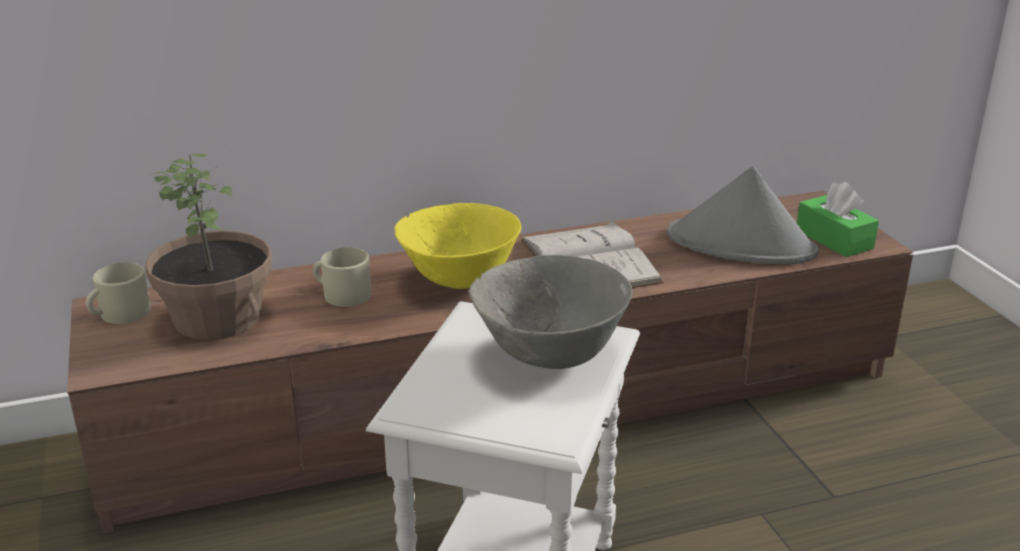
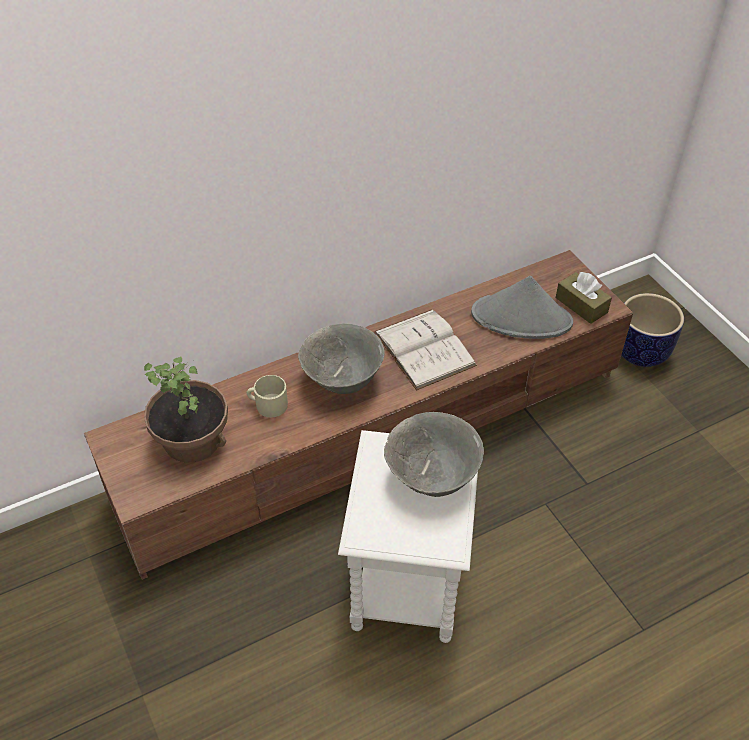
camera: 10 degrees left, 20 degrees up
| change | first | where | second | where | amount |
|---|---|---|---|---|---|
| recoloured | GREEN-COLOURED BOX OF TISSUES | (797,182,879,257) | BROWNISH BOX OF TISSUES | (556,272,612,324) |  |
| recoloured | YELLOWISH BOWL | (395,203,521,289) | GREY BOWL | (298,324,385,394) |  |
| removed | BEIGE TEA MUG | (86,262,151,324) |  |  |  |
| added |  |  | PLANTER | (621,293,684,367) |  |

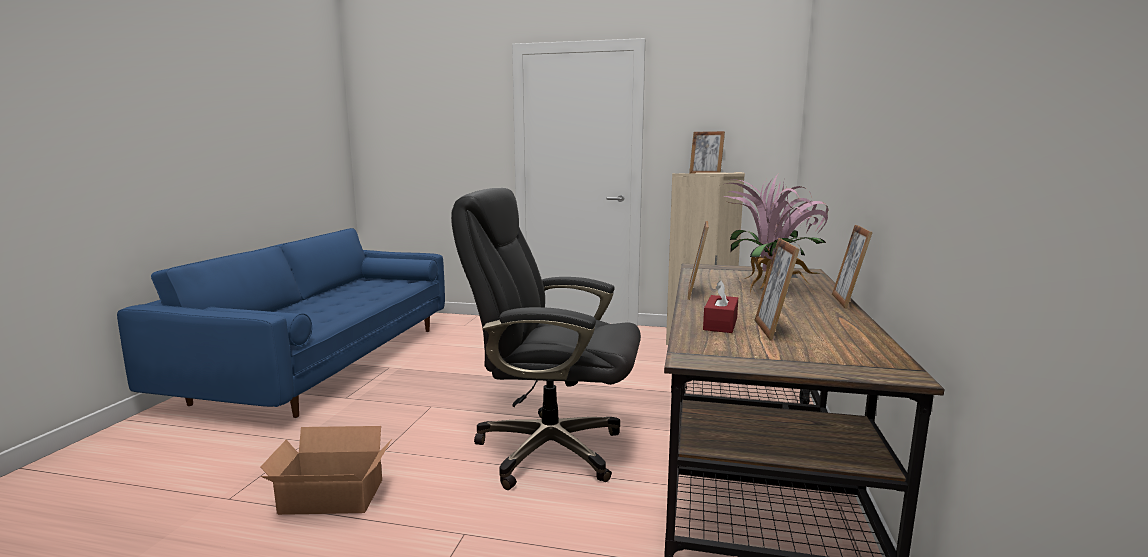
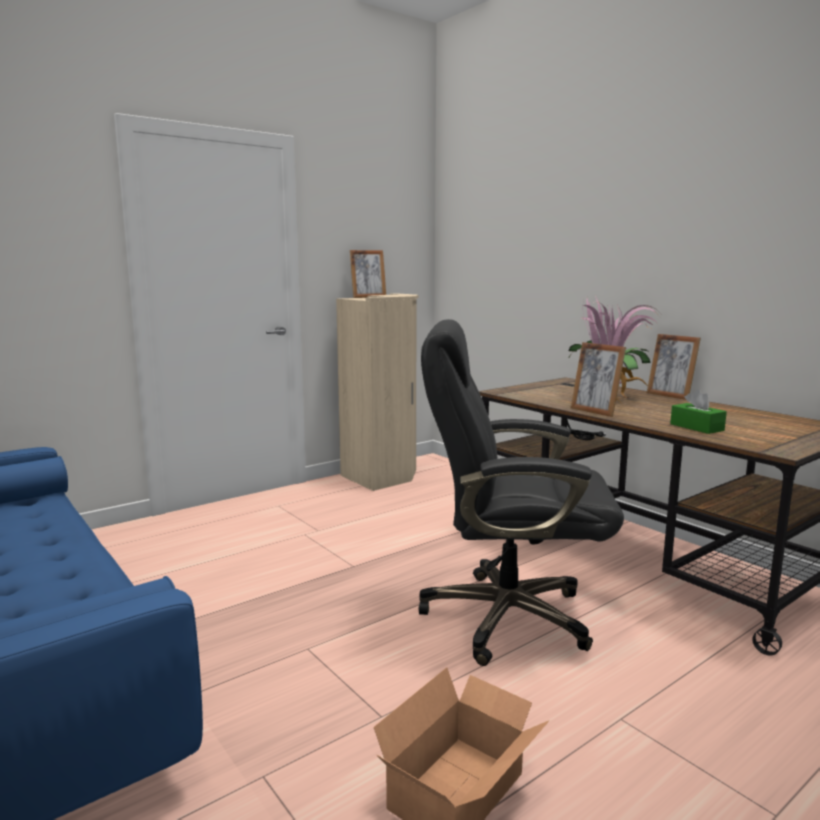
camera: 50 degrees left, 0 degrees up
| change | first | where | second | where | amount |
|---|---|---|---|---|---|
| turned | BLACKISH OFFICE CHAIR | (451,188,641,490) |  | (419,319,624,666) | 45 degrees clockwise |
| removed | PHOTO FRAME | (755,238,800,341) |  |  |  |
| recoloured | RED-COLOURED BOX OF TISSUES | (703,280,738,333) | GREEN-COLOURED BOX OF TISSUES | (670,389,727,434) |  |

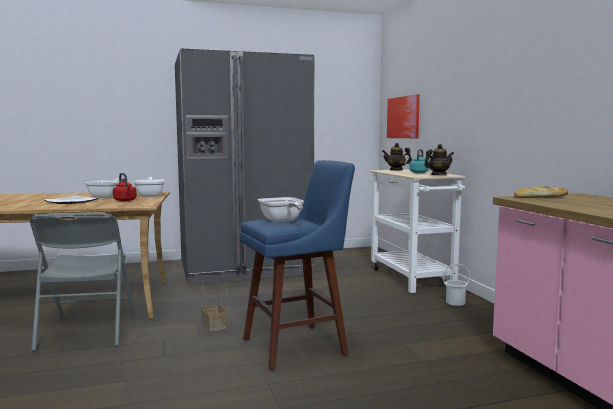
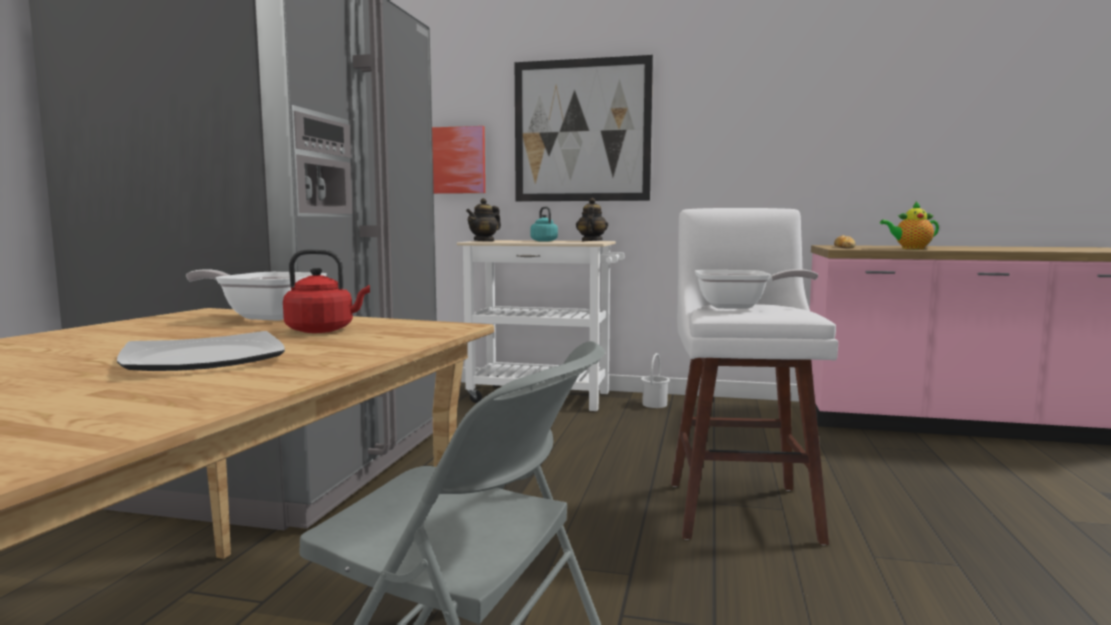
camera: 60 degrees left, 0 degrees up
| change | first | where | second | where | amount |
|---|---|---|---|---|---|
| recoloured | BLUE-COLOURED STOOL | (240,160,355,371) | WHITE-COLOURED STOOL | (671,208,838,545) |  |
| removed | PAN | (85,178,125,198) |  |  |  |
| removed | BASKET | (201,281,227,332) |  |  |  |
| added |  |  | WALL PICTURE | (515,55,653,201) |  |
| added |  |  | TEA POT | (880,201,939,249) |  |

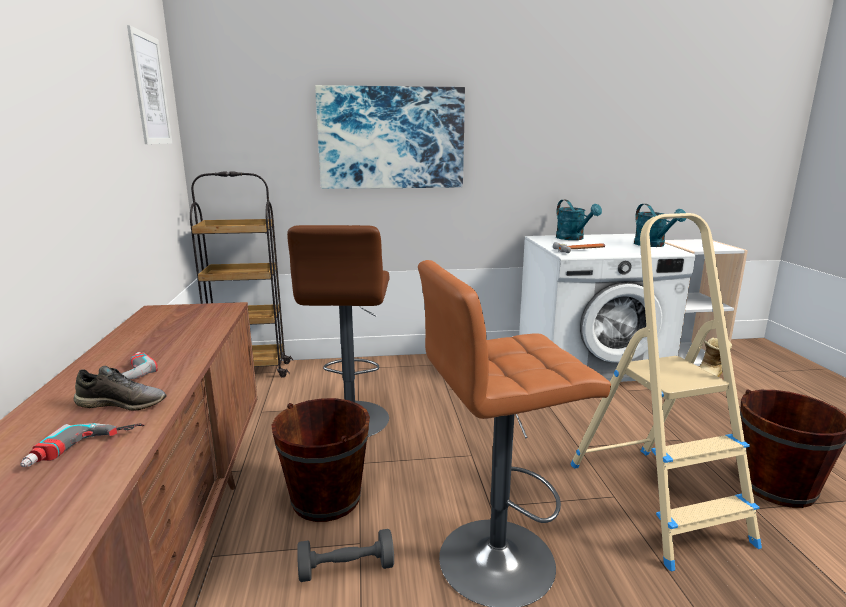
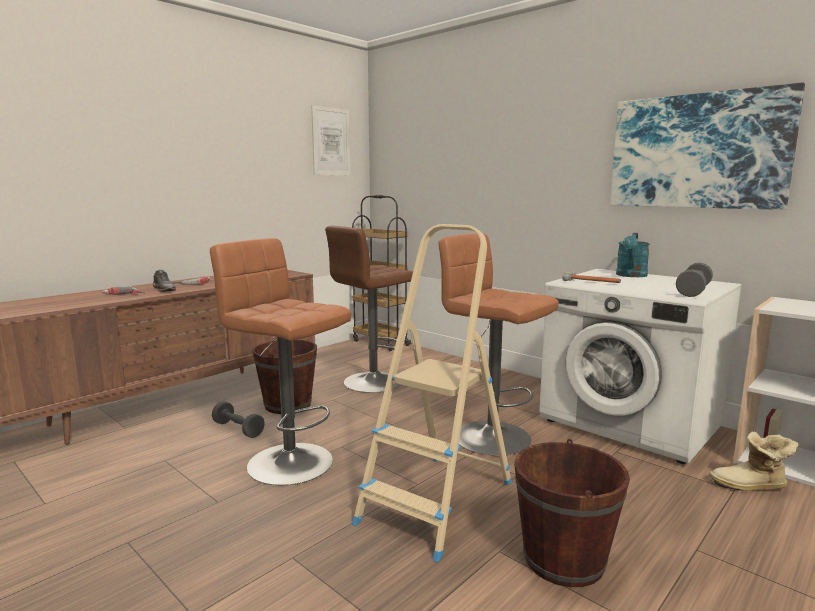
camera: 50 degrees right, 5 degrees down
| change | first | where | second | where | amount |
|---|---|---|---|---|---|
| moved | WALL PICTURE | (315,85,465,189) |  | (610,82,805,210) |  |
| replaced | TURQUOISE-COLOURED WATERING POT | (634,204,686,247) | GREY HAND WEIGHT | (676,263,713,297) |  |
| added |  |  | BROWNISH STOOL | (438,233,559,456) |  |

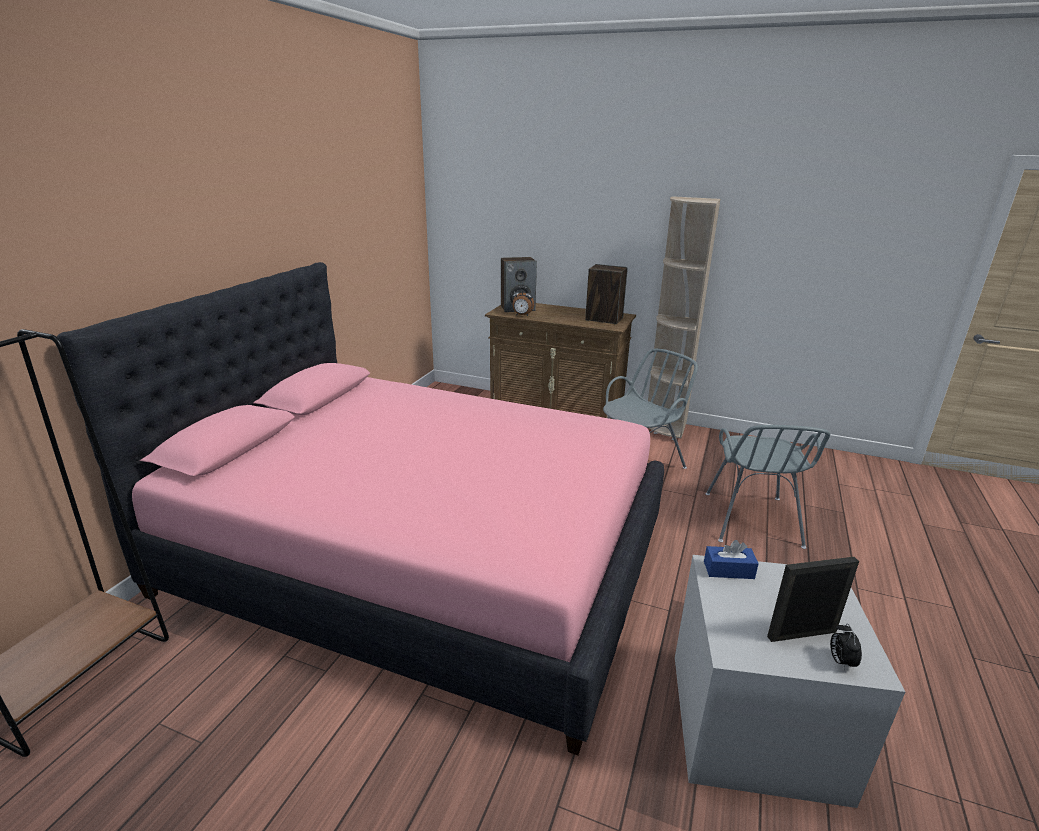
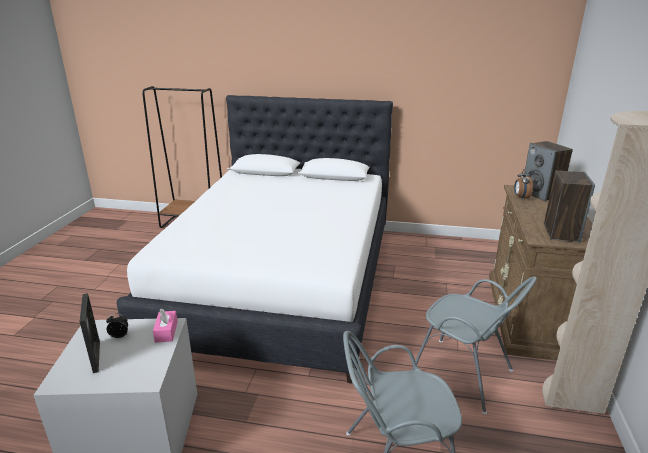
camera: 80 degrees right, 0 degrees up
| change | first | where | second | where | amount |
|---|---|---|---|---|---|
| recoloured | PINK SLEEPING BED | (57,262,664,755) | WHITE-COLOURED SLEEPING BED | (117,95,393,384) |  |
| recoloured | BLUE-COLOURED BOX OF TISSUES | (704,540,759,579) | PINK BOX OF TISSUES | (153,309,178,343) |  |
| moved | TABLE CLOCK | (830,623,862,671) |  | (106,314,128,338) |  |

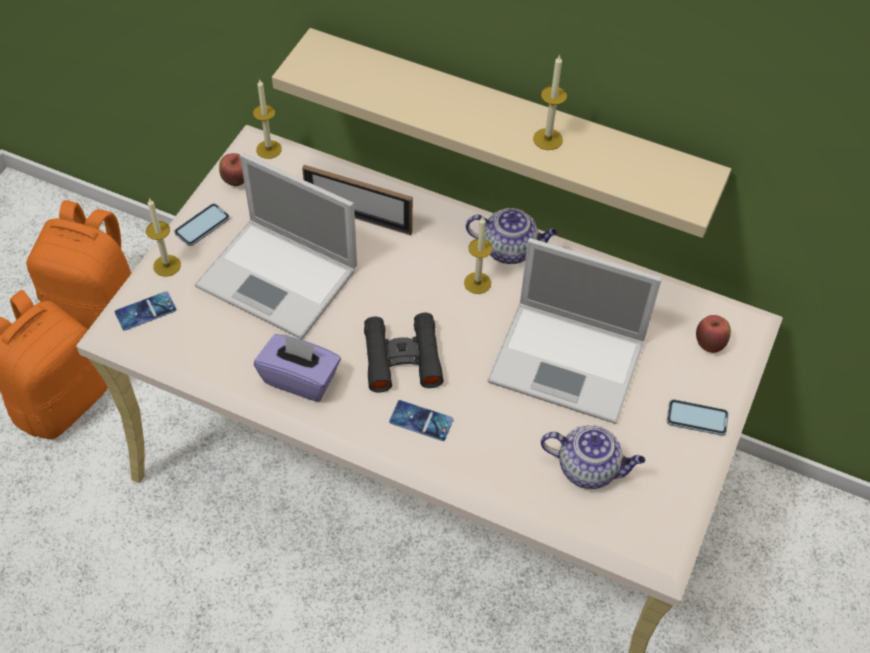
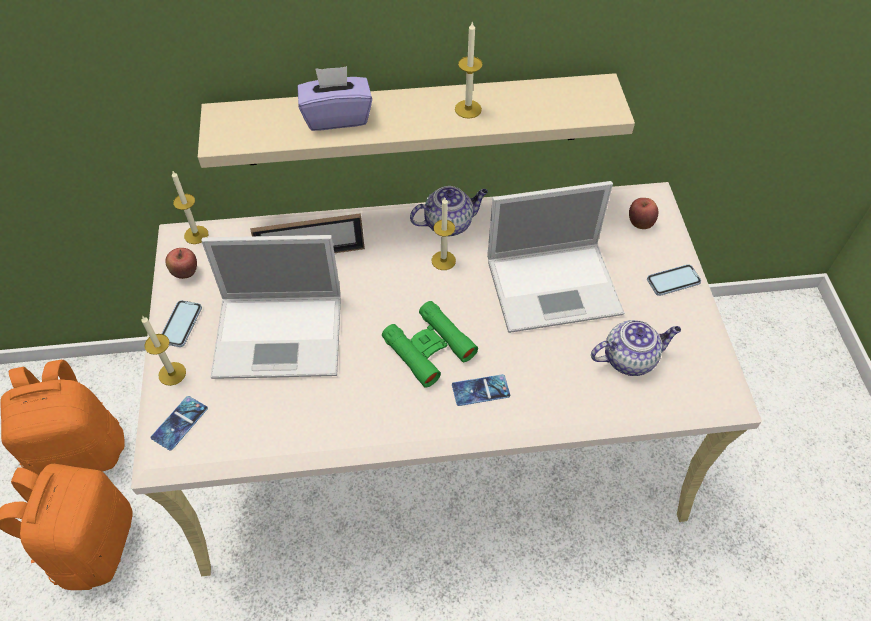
camera: 30 degrees left, 0 degrees up
| change | first | where | second | where | amount |
|---|---|---|---|---|---|
| recoloured | BLACKISH PAIR OF BINOCULARS | (364,313,444,392) | GREEN-COLOURED PAIR OF BINOCULARS | (382,301,478,387) |  |
| moved | PURPLISH BOX OF TISSUES | (254,334,341,402) |  | (298,66,372,131) |  |

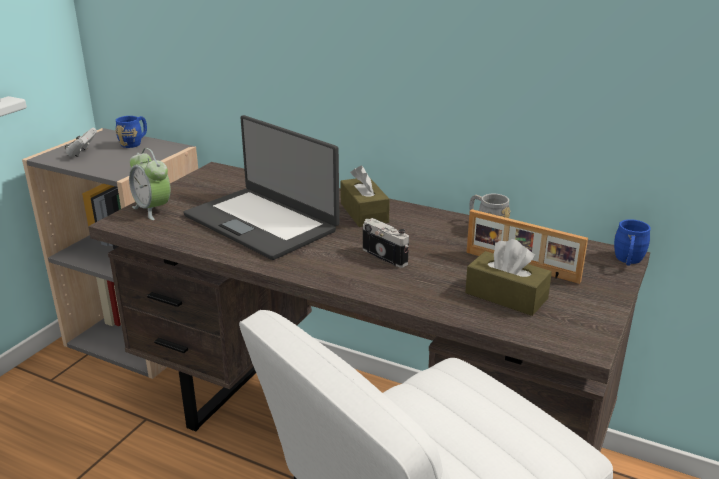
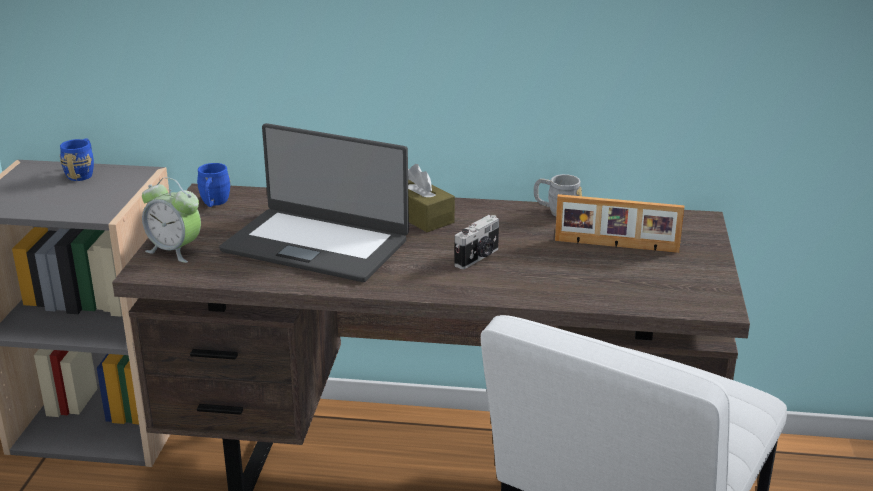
camera: 20 degrees left, 0 degrees up
| change | first | where | second | where | amount |
|---|---|---|---|---|---|
| removed | WHITE-COLOURED GAMEPAD | (65,128,97,157) |  |  |  |
| turned | PHOTO CAMERA | (363,218,409,268) |  | (454,215,499,269) | 105 degrees clockwise |
| moved | BLUE-COLOURED TEA MUG | (614,219,651,266) |  | (197,163,230,207) |  |
| removed | BROWNISH BOX OF TISSUES | (465,239,552,316) |  |  |  |

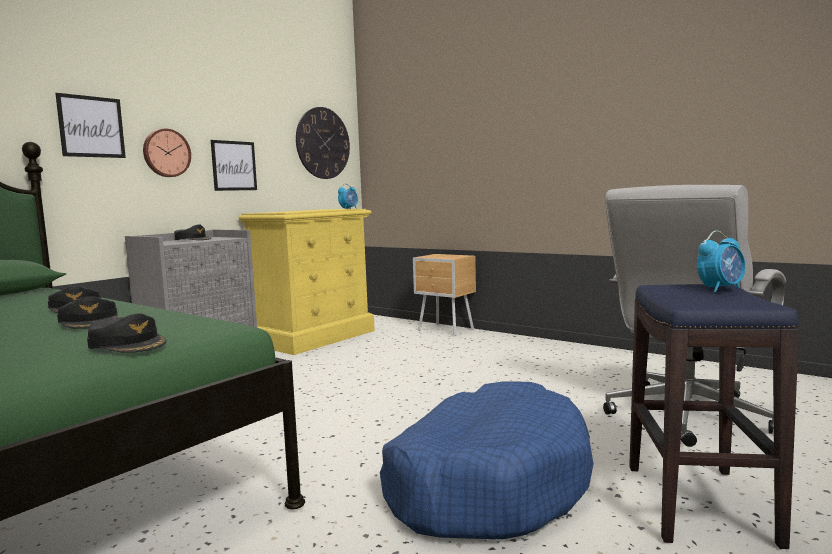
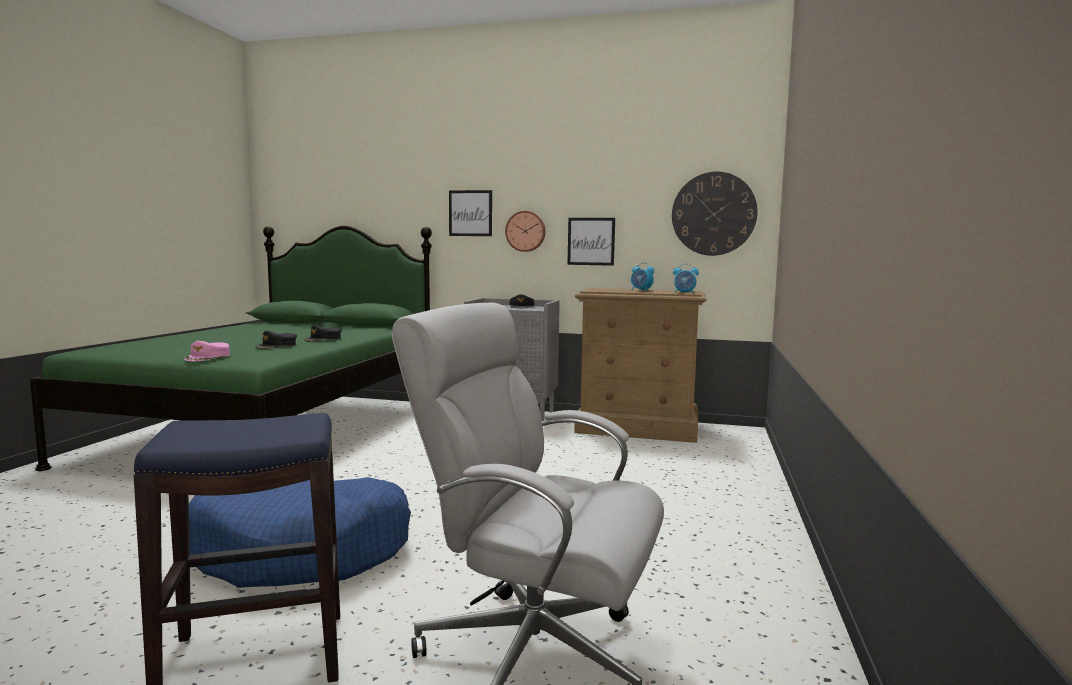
camera: 65 degrees right, 0 degrees up
| change | first | where | second | where | amount |
|---|---|---|---|---|---|
| recoloured | YELLOWISH DRAWER CHEST | (238,209,375,355) | BROWNISH DRAWER CHEST | (574,288,707,443) |  |
| moved | TABLE CLOCK | (697,230,745,292) |  | (631,263,654,291) |  |
| removed | BROWNISH BEDSIDE TABLE | (413,254,476,336) |  |  |  |
| recoloured | BLACKISH BASEBALL CAP | (87,313,167,353) | PINK BASEBALL CAP | (184,341,230,361) |  |

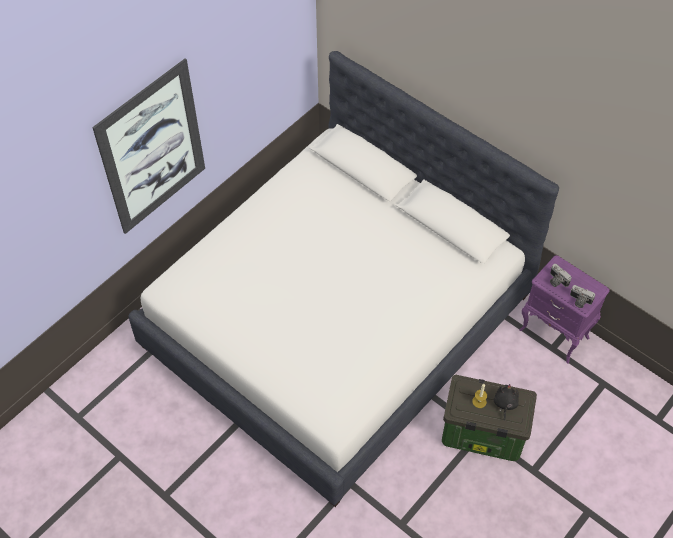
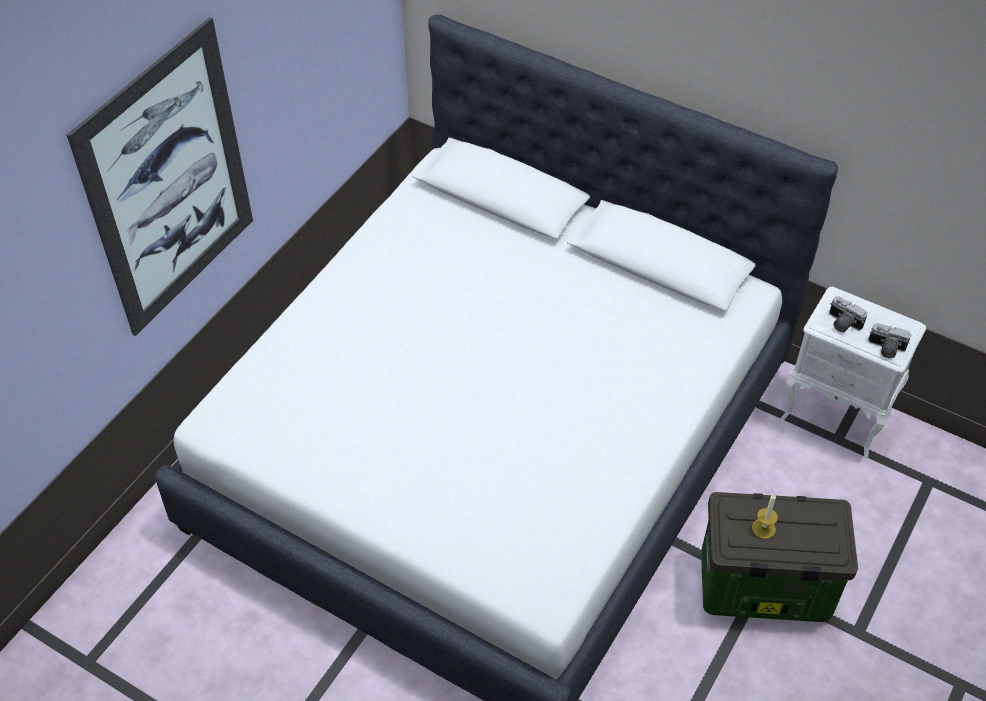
camera: 10 degrees left, 5 degrees down
| change | first | where | second | where | amount |
|---|---|---|---|---|---|
| recoloured | PURPLISH BEDSIDE TABLE | (519,255,610,363) | WHITE-COLOURED BEDSIDE TABLE | (780,287,926,459) |  |
| removed | BLACKISH SOFT TOY | (494,384,519,421) |  |  |  |

